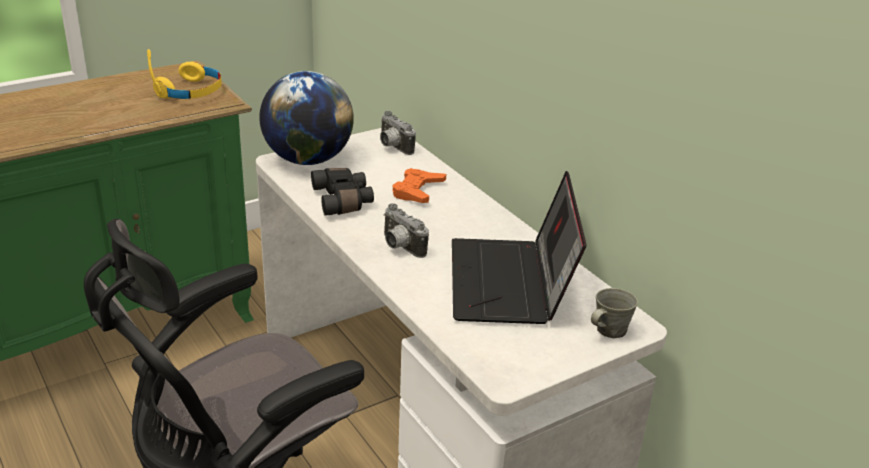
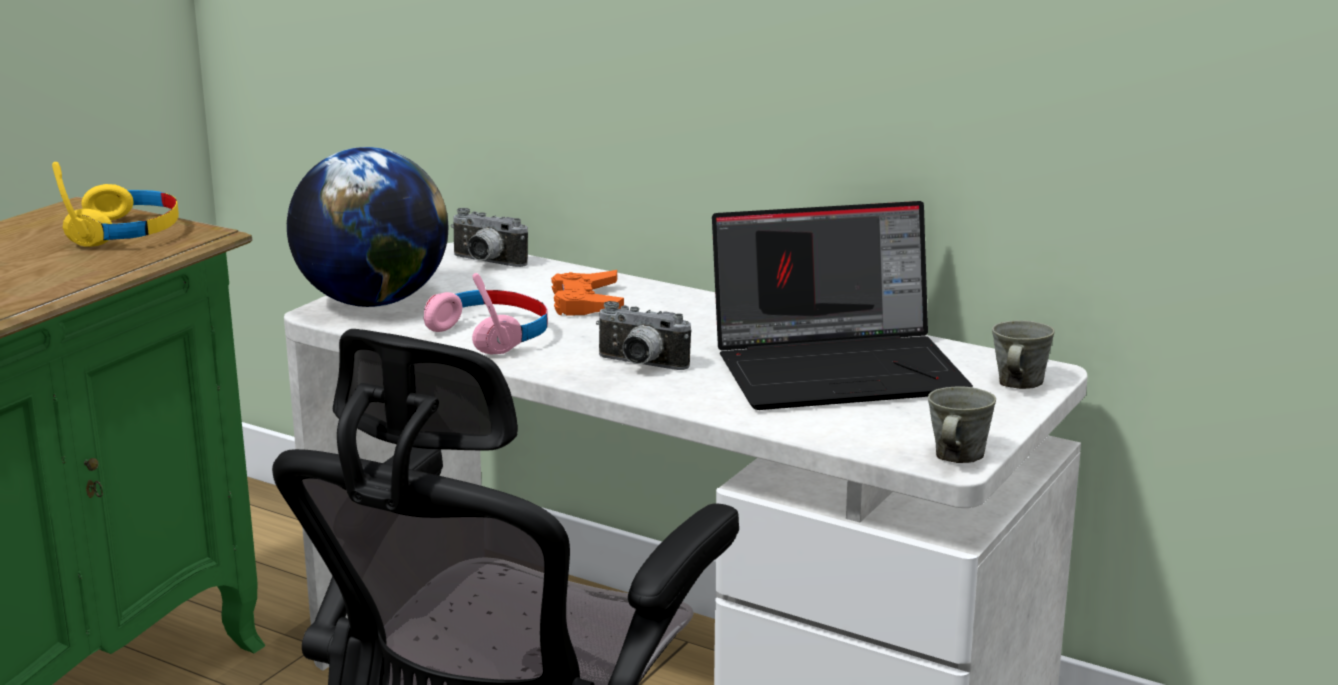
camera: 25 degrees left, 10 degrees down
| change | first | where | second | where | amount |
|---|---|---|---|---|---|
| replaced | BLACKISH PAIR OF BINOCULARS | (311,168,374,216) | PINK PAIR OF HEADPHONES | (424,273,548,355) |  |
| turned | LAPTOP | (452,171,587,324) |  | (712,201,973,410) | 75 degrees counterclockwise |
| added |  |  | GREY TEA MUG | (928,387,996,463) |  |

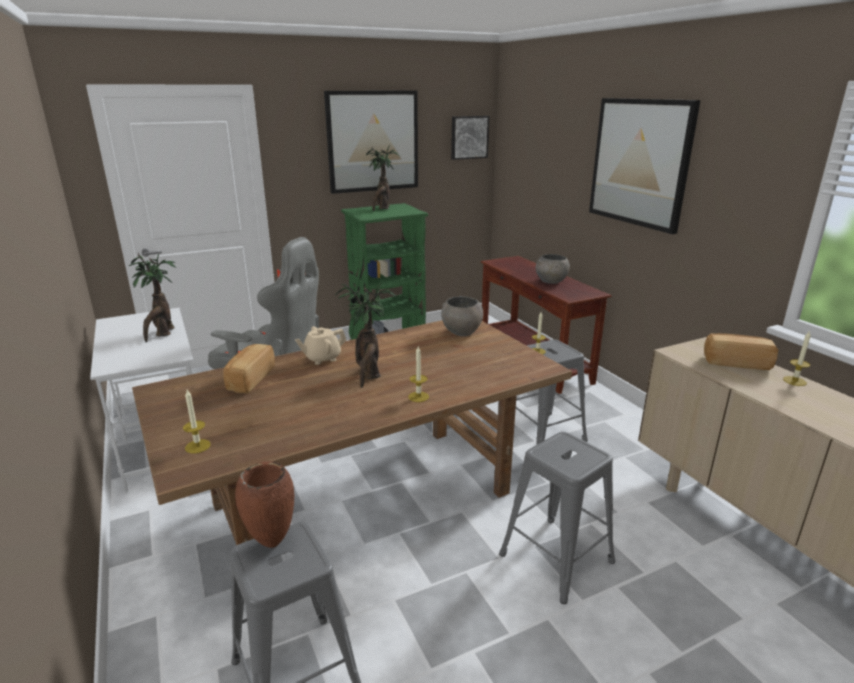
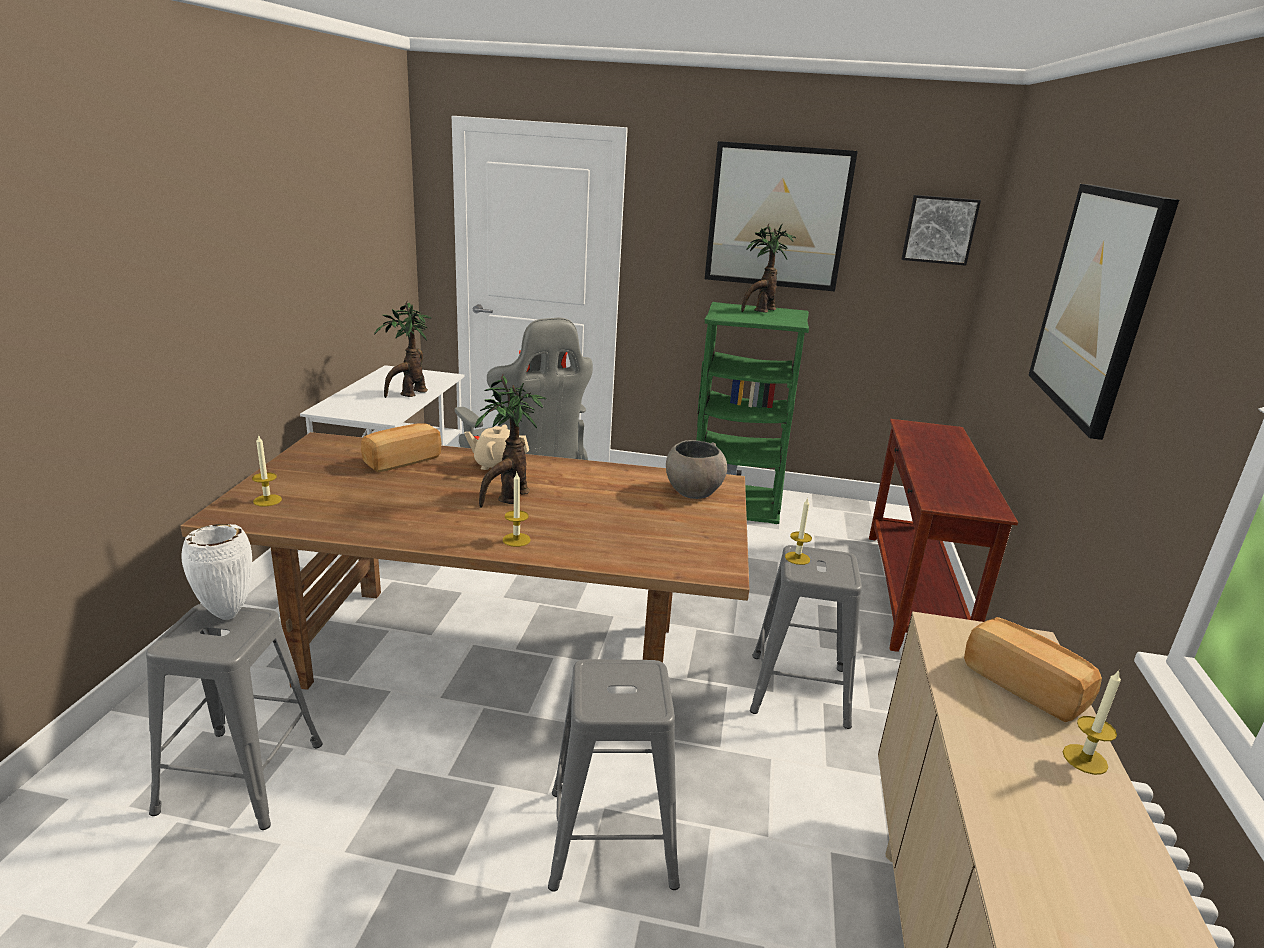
camera: 35 degrees right, 0 degrees up
| change | first | where | second | where | amount |
|---|---|---|---|---|---|
| removed | GREY BOWL | (536,254,570,284) |  |  |  |
| recoloured | BROWNISH VASE | (235,461,294,548) | WHITE-COLOURED VASE | (181,524,252,620) |  |

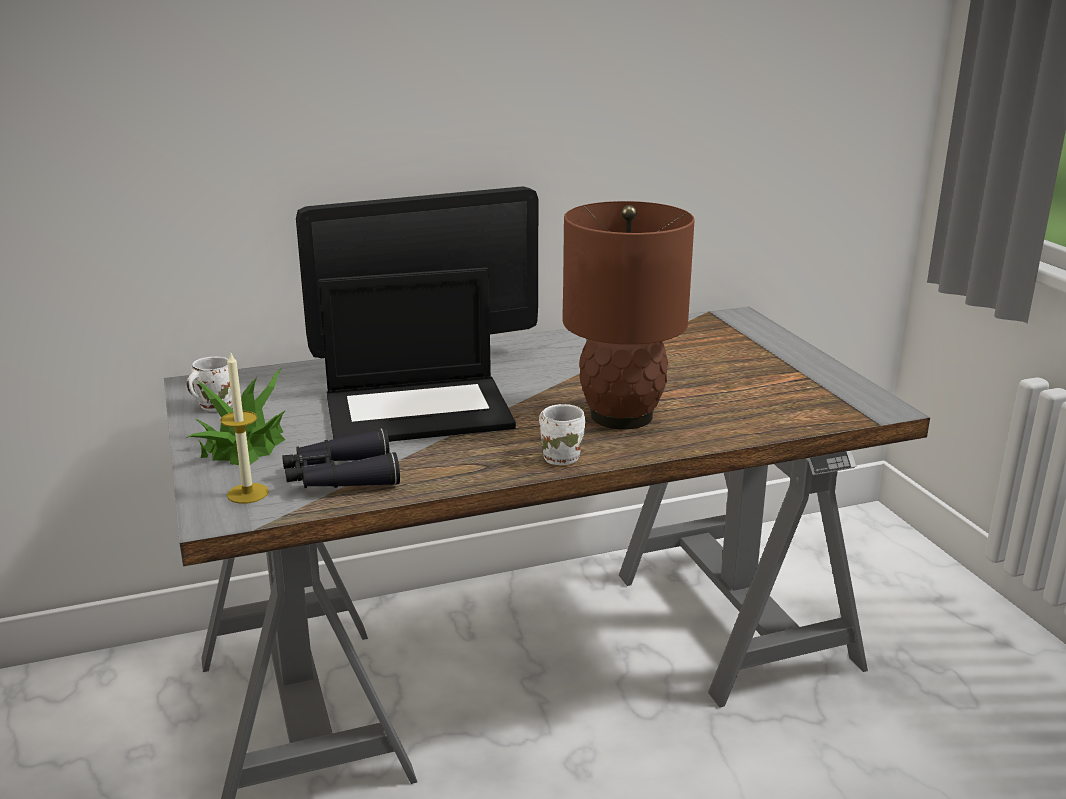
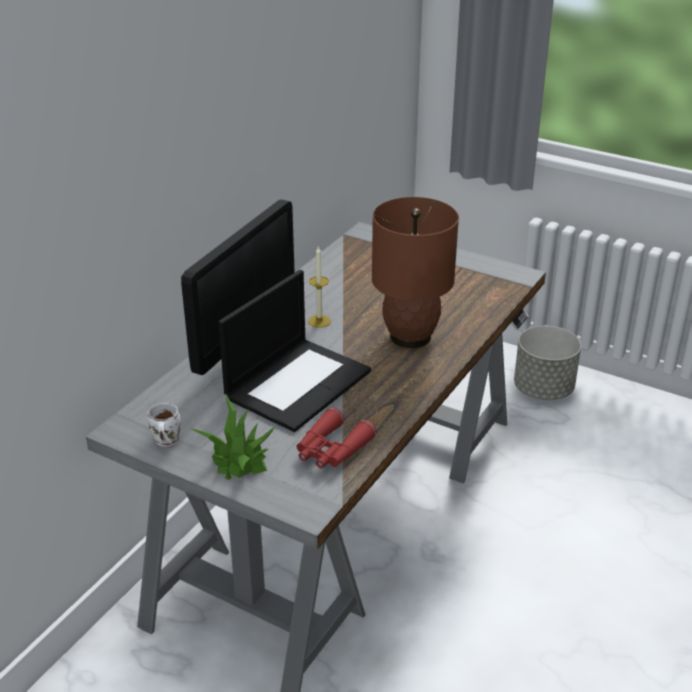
camera: 40 degrees left, 10 degrees up
| change | first | where | second | where | amount |
|---|---|---|---|---|---|
| moved | WAX LIGHT | (220,351,269,504) |  | (308,247,331,328) |  |
| removed | WHITE-COLOURED TEA MUG | (539,404,585,465) |  |  |  |
| recoloured | BLACKISH PAIR OF BINOCULARS | (282,429,400,488) | RED-COLOURED PAIR OF BINOCULARS | (297,407,377,469) |  |
| added |  |  | GREY PLANTER | (514,326,581,400) |  |

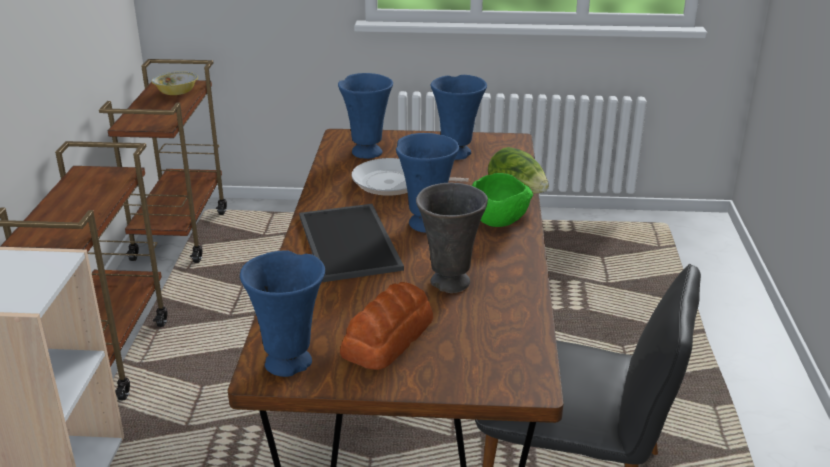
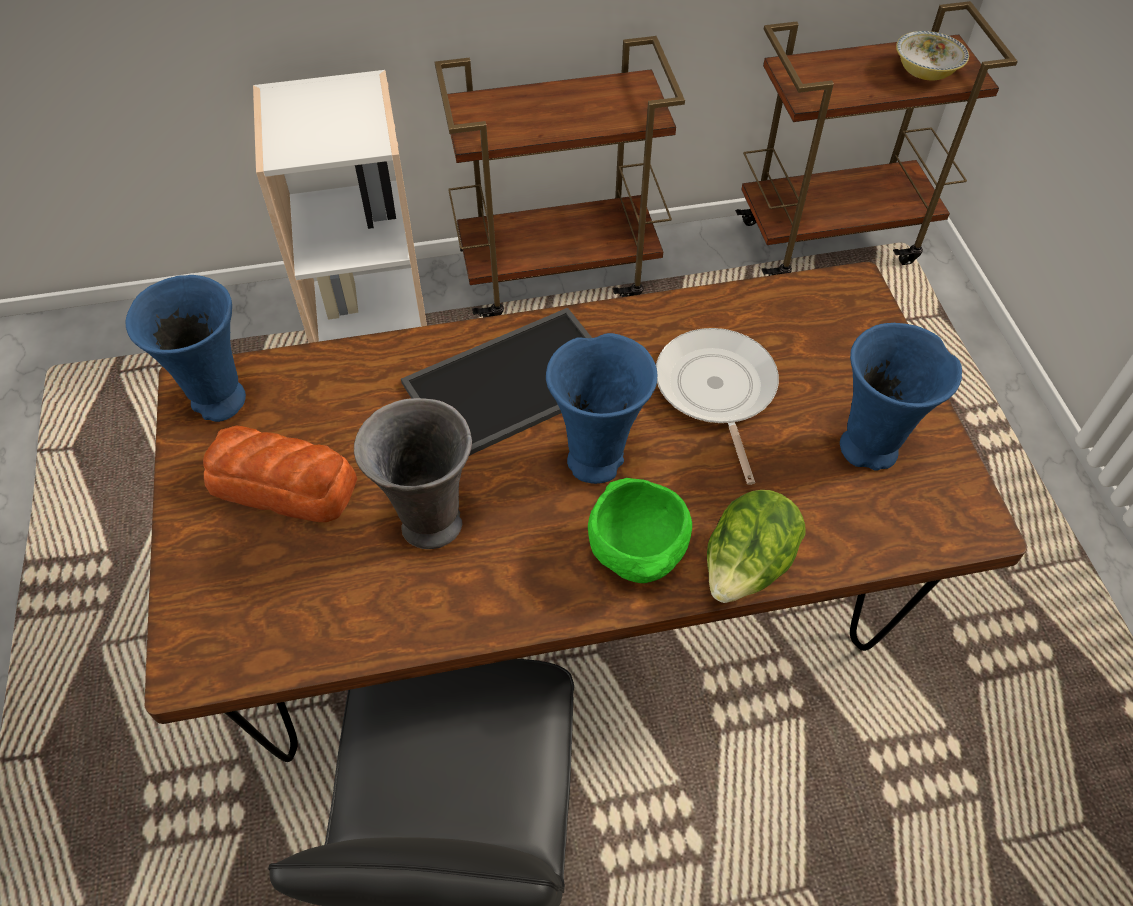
camera: 75 degrees right, 25 degrees up
| change | first | where | second | where | amount |
|---|---|---|---|---|---|
| removed | BLUE-COLOURED VASE | (338,73,393,159) |  |  |  |

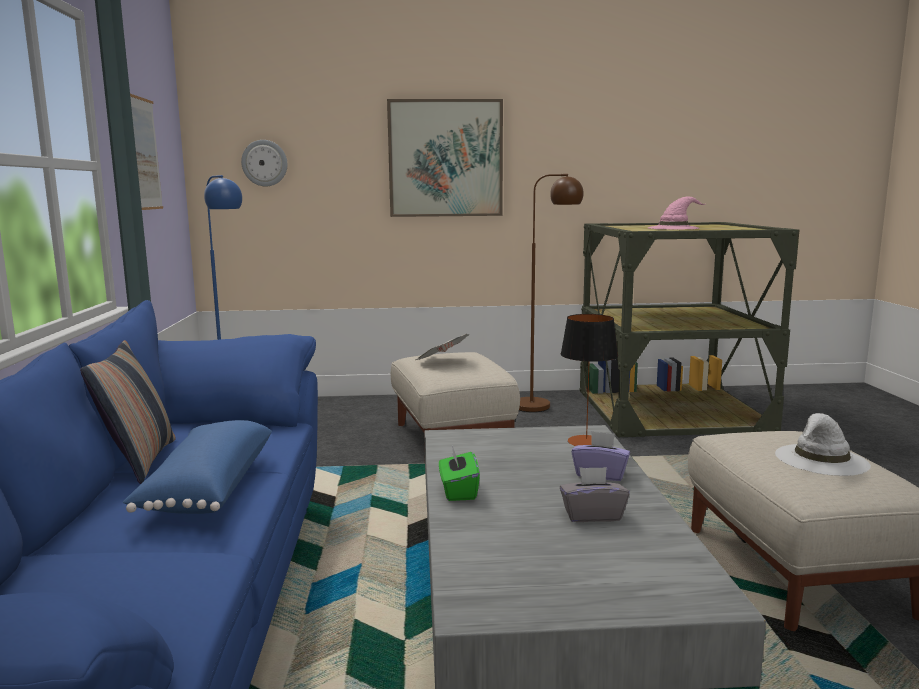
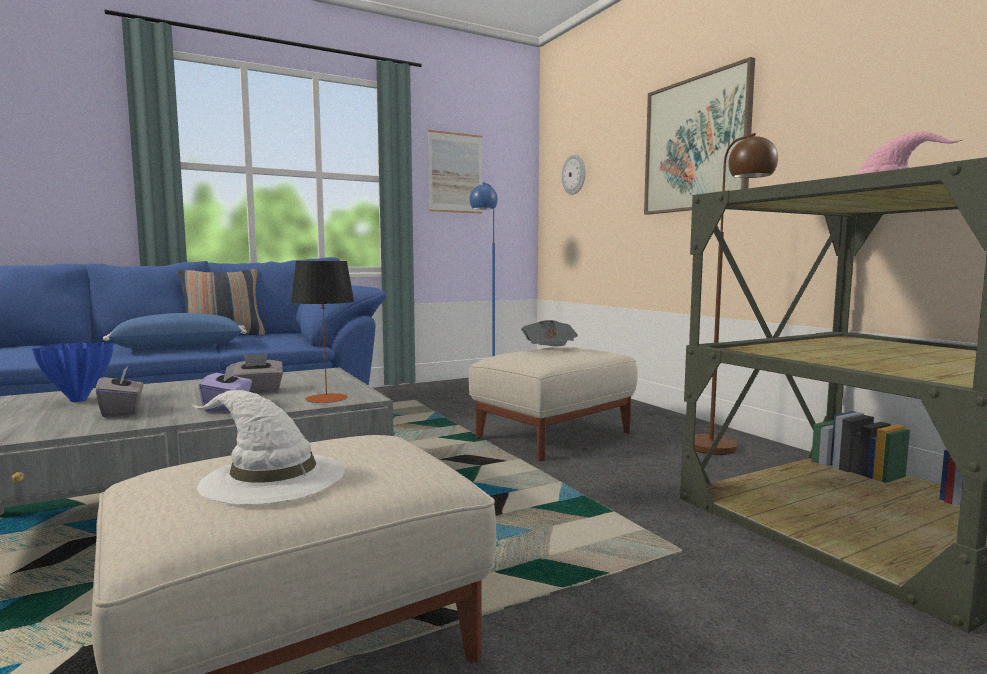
camera: 65 degrees right, 5 degrees down
| change | first | where | second | where | amount |
|---|---|---|---|---|---|
| removed | GREEN-COLOURED BOX OF TISSUES | (439,446,480,501) |  |  |  |
| added |  |  | BLUE-COLOURED VASE | (32,342,113,402) |  |
| added |  |  | GREY BOX OF TISSUES | (230,354,283,393) |  |

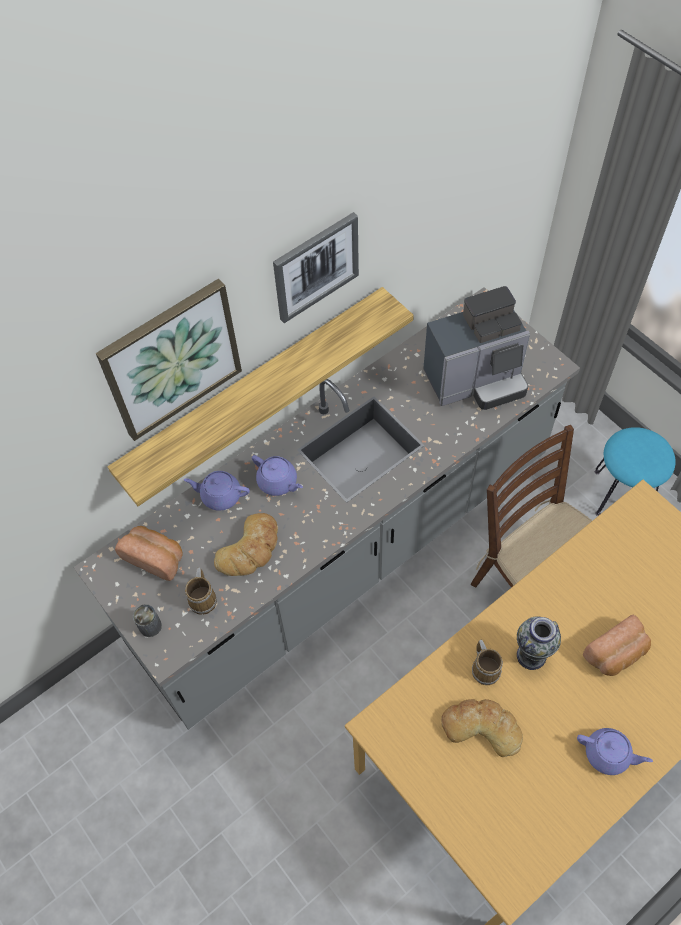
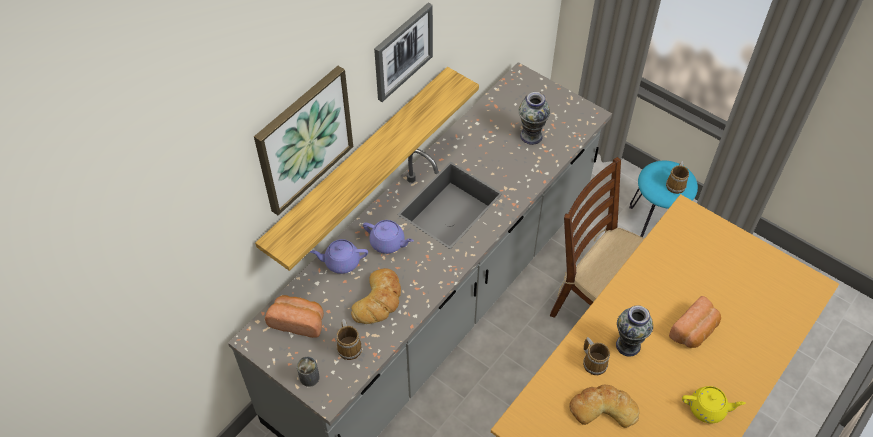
camera: 15 degrees left, 5 degrees down
| change | first | where | second | where | amount |
|---|---|---|---|---|---|
| replaced | COFFEE BREWER | (423,286,530,410) | VASE | (518,92,550,145) |  |
| recoloured | PURPLISH TEA POT | (577,728,653,775) | YELLOWISH TEA POT | (682,386,746,423) |  |
| added |  |  | TEA MUG | (666,161,689,194) |  |

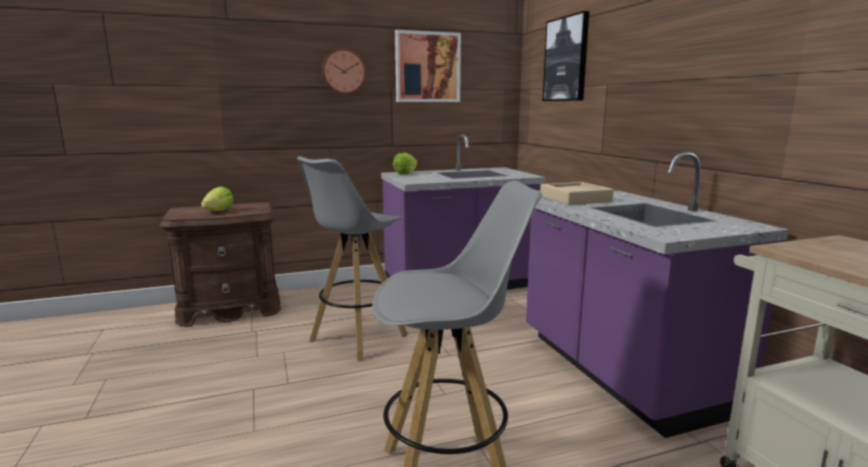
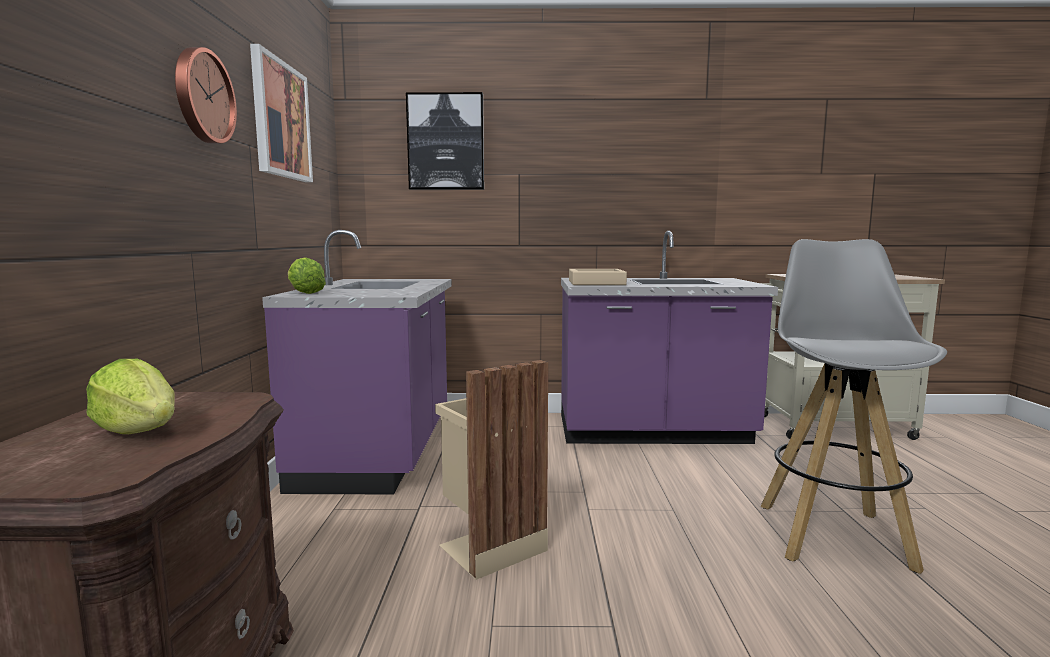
camera: 70 degrees left, 5 degrees down
| change | first | where | second | where | amount |
|---|---|---|---|---|---|
| replaced | GREY STOOL | (297,156,408,361) | BEIGE TRASH CAN | (435,360,548,580) |  |

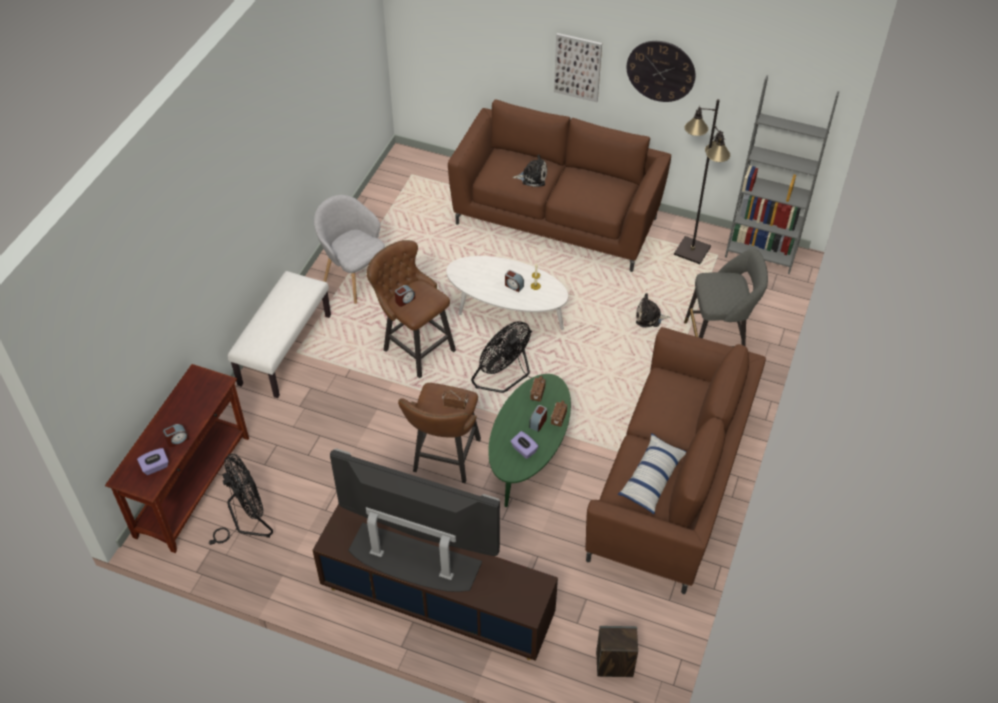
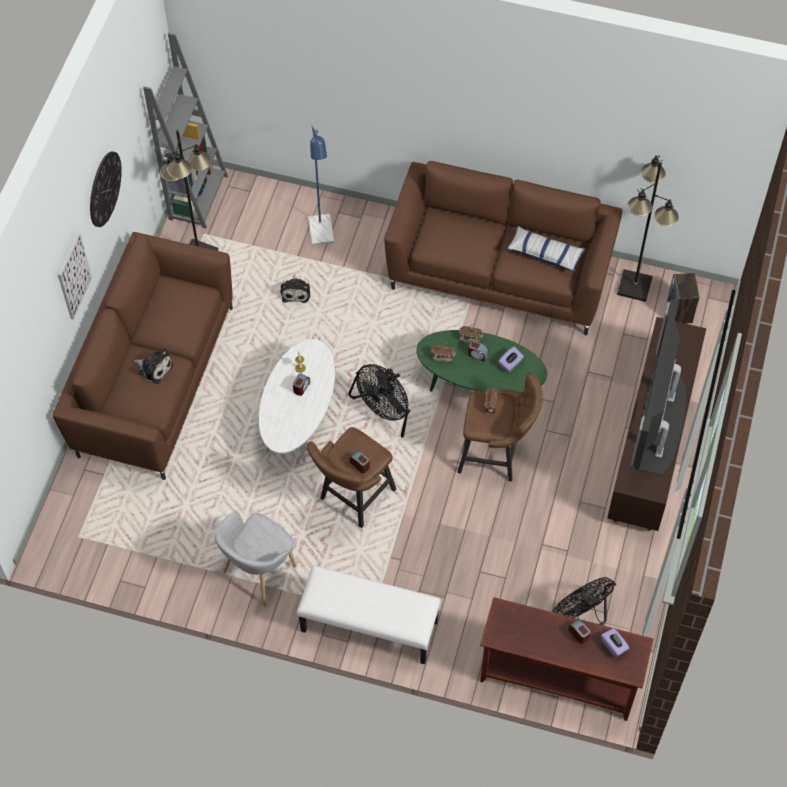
camera: 95 degrees left, 10 degrees up
| change | first | where | second | where | amount |
|---|---|---|---|---|---|
| turned | SOFT TOY | (512,154,547,187) |  | (134,348,173,384) | 120 degrees clockwise |
| replaced | GREY STOOL | (684,249,768,347) | BLUE-COLOURED STANDARD LAMP | (308,125,334,245) |  |
| added |  |  | BLACKISH STANDARD LAMP | (617,155,679,302) |  |

